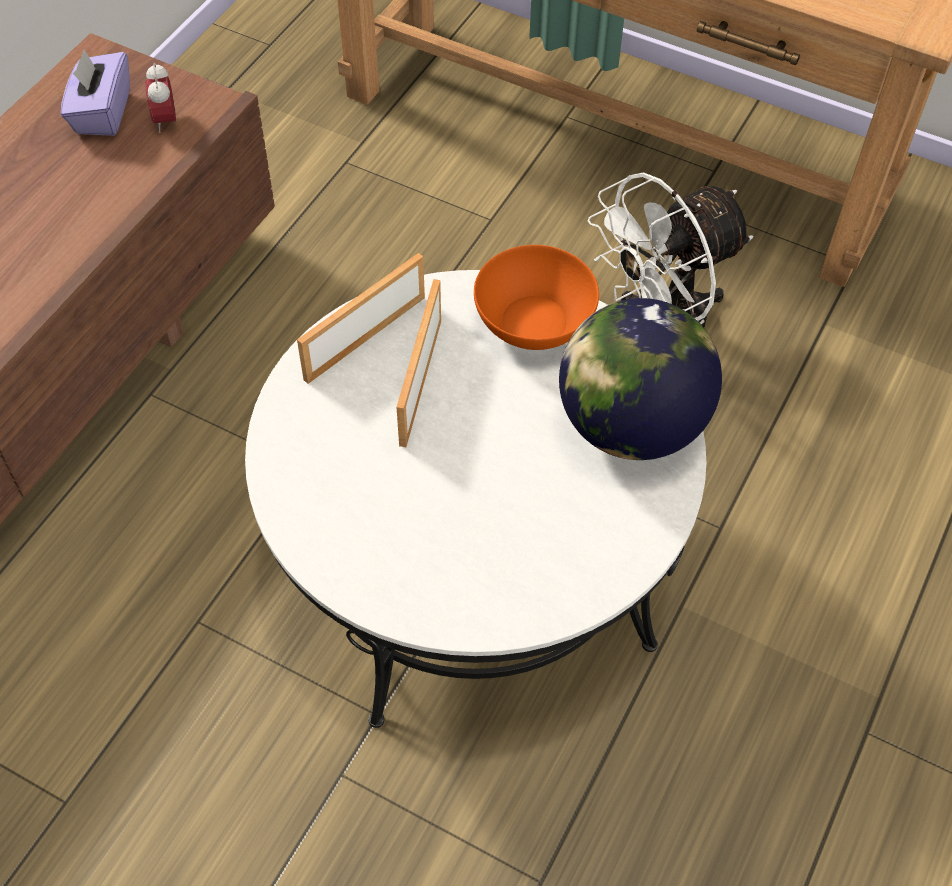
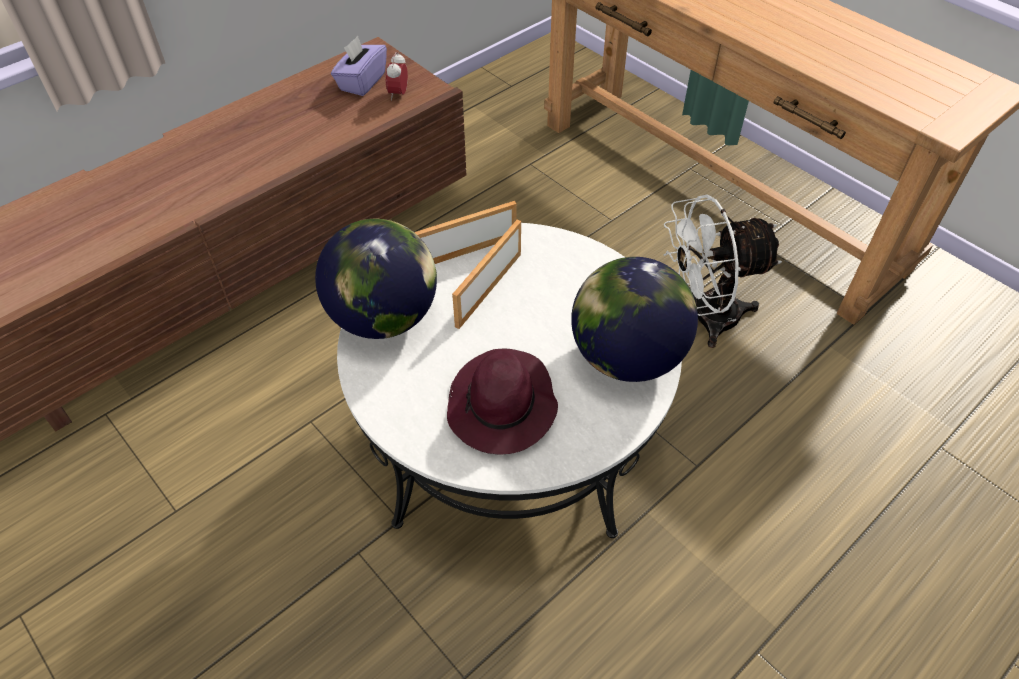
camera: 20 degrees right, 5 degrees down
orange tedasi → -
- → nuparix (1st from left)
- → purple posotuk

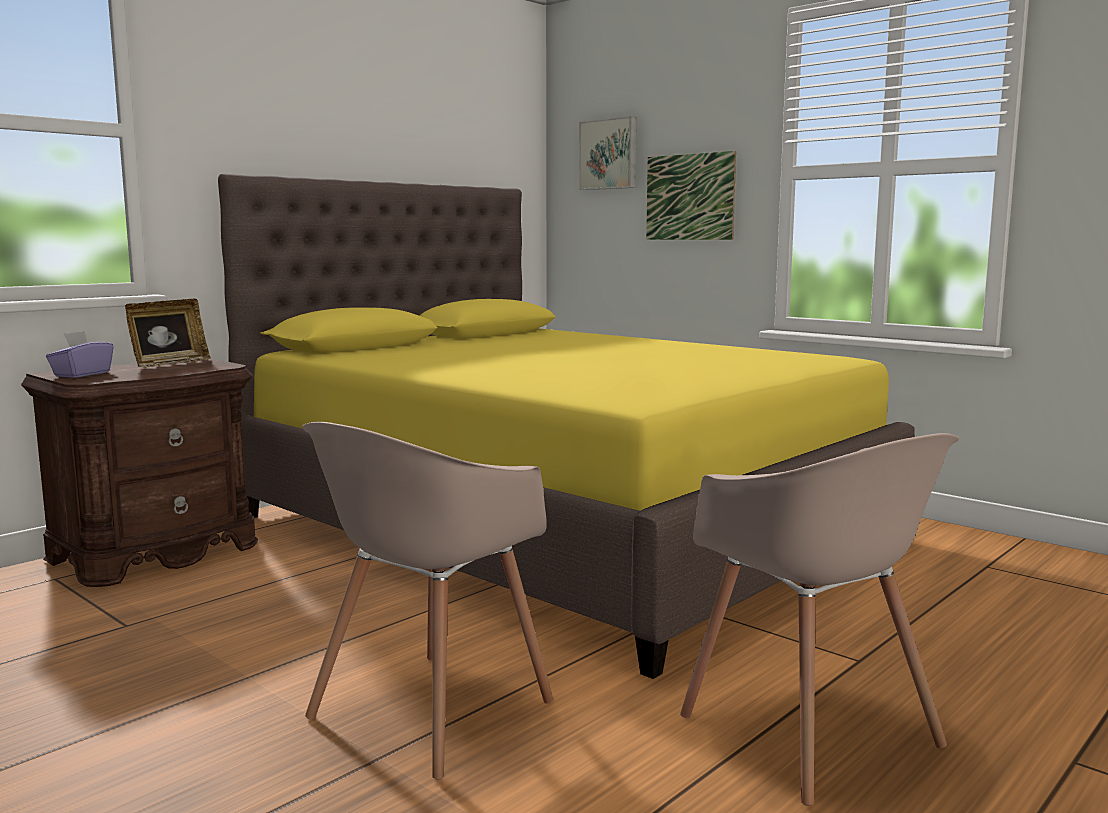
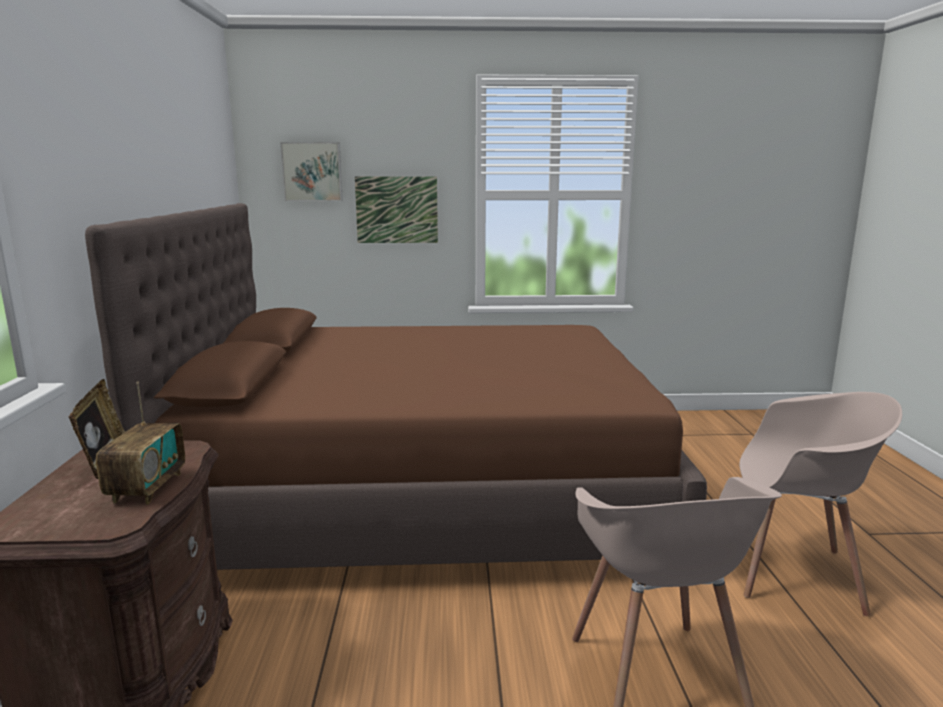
camera: 45 degrees left, 5 degrees up
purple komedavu → -
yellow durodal → brown durodal
- → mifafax

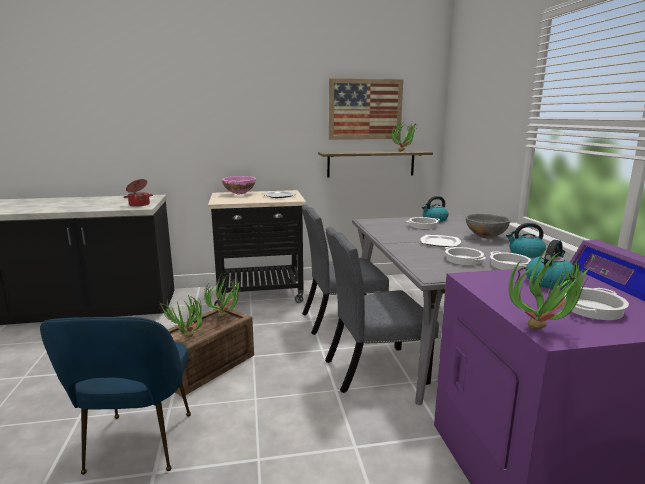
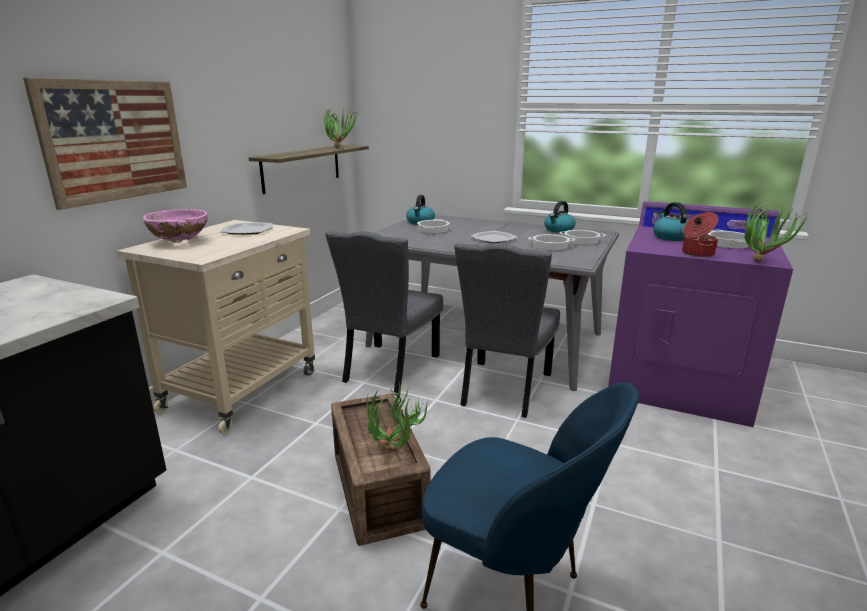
camera: 55 degrees left, 5 degrees up
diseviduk (1st from left in the first image) → diseviduk (4th from left), move
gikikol (2nd from left) → -
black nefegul → beige nefegul
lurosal, move
grey tedasi → -

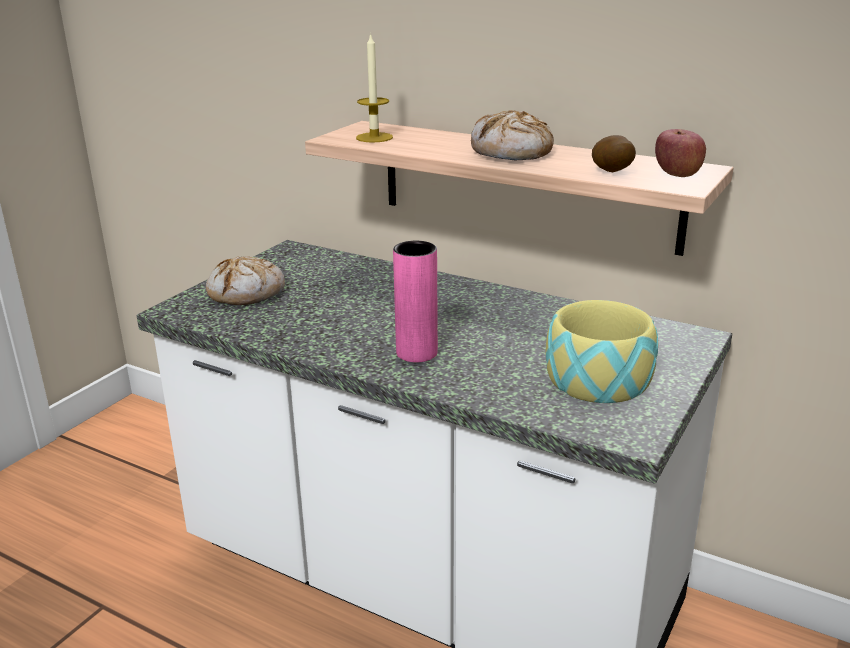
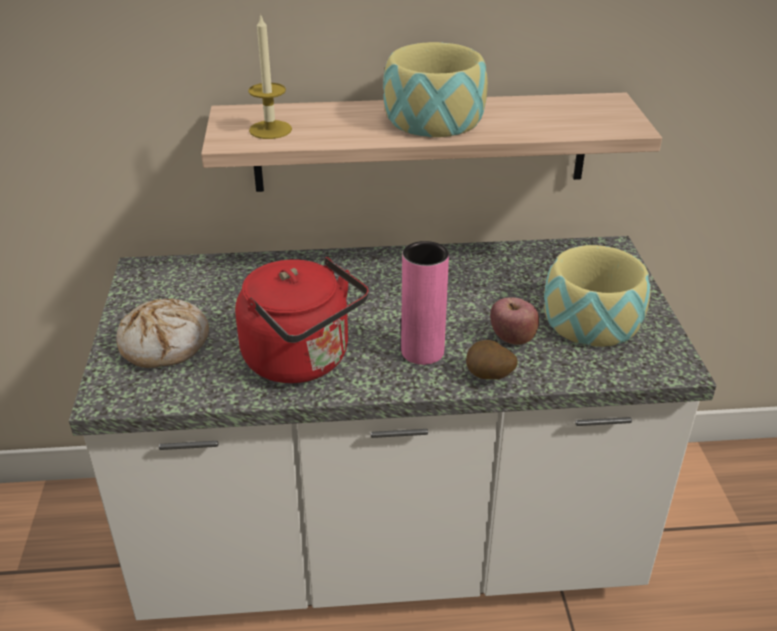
camera: 35 degrees left, 10 degrees up
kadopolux (2nd from left) → tedasi (1st from left)
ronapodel, move
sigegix, move
- → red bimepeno

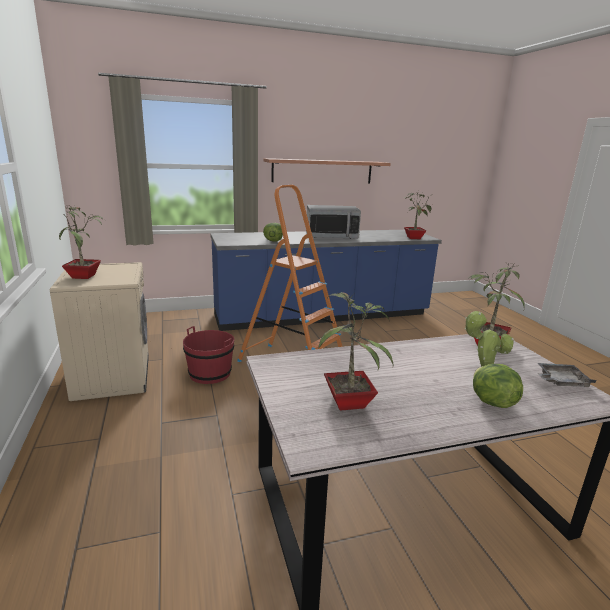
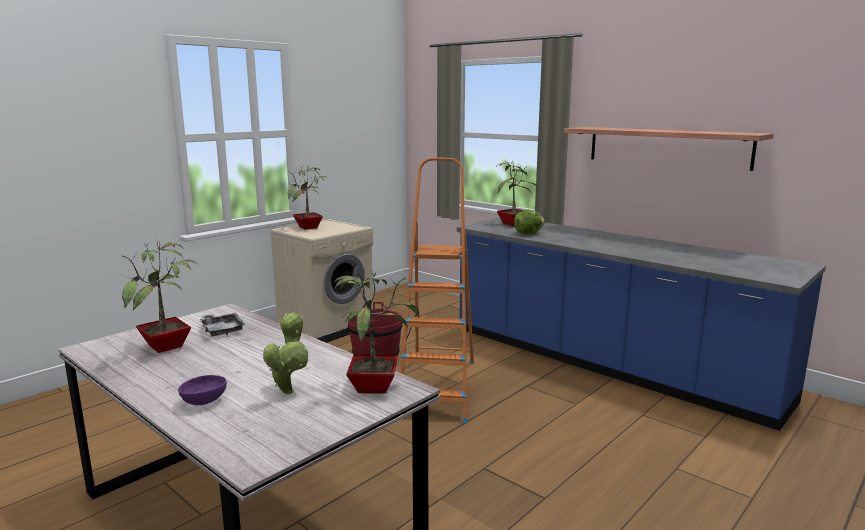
camera: 60 degrees right, 5 degrees down
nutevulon → -
gikikol (3rd from left in the first image) → gikikol (5th from left), move
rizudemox (2nd from left) → purple tedasi
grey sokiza, move

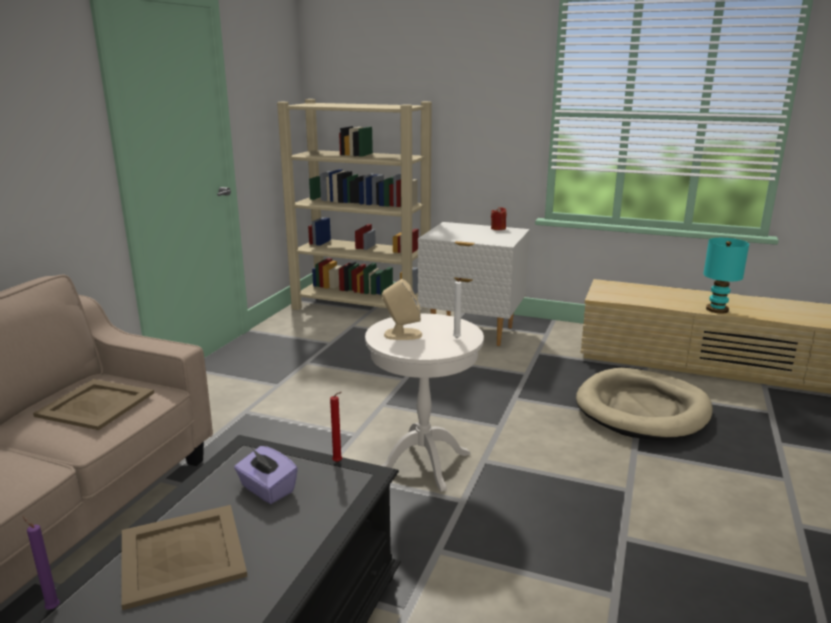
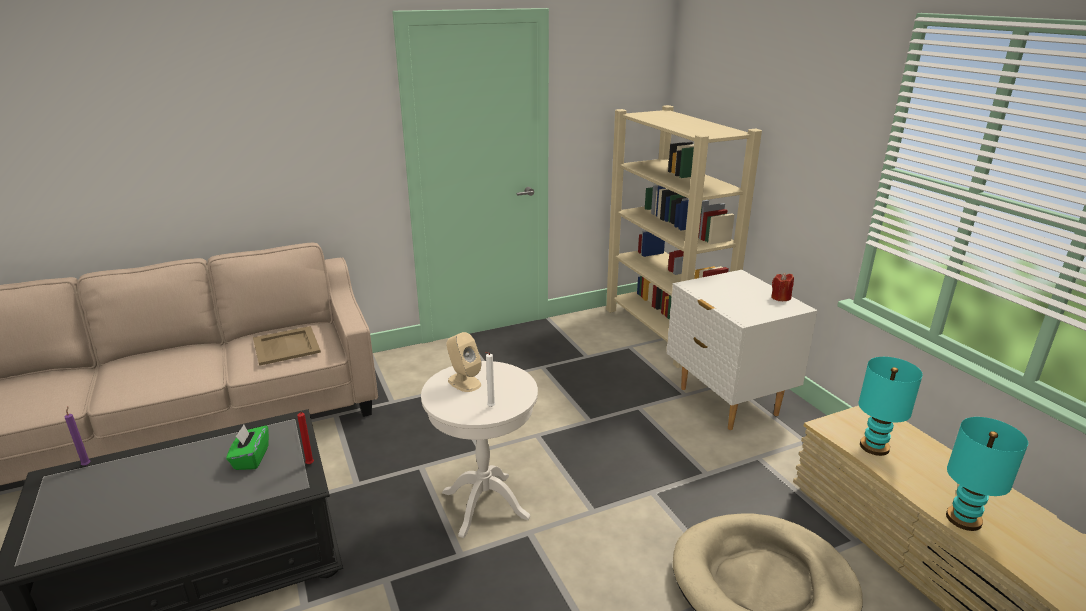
camera: 45 degrees right, 5 degrees up
beige sokiza (2nd from left) → -
purple komedavu → green komedavu
- → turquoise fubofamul (1st from left)

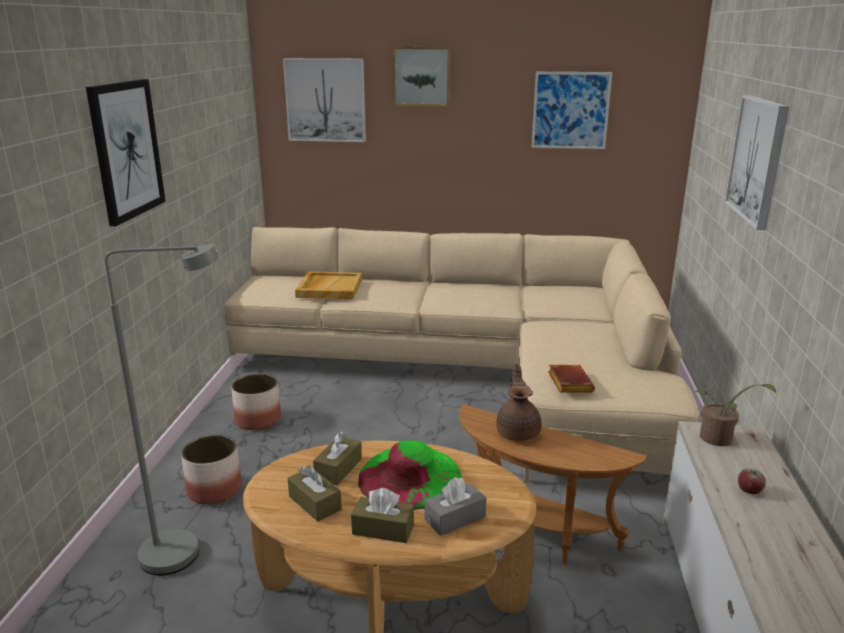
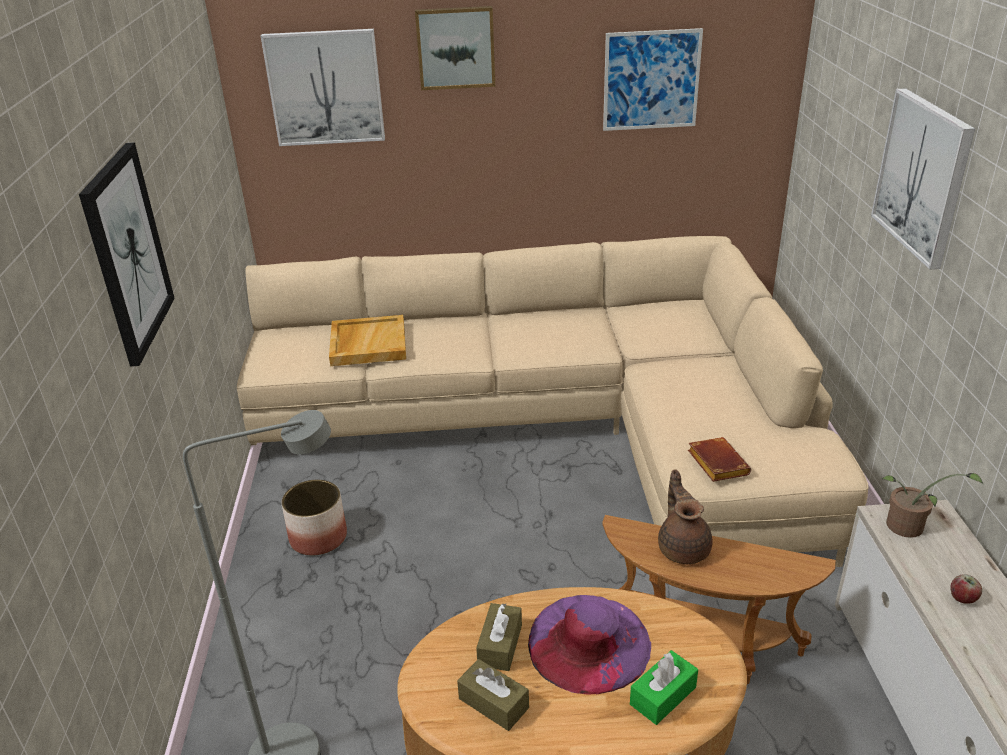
camera: 10 degrees left, 10 degrees up
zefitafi (1st from left) → -
brown komedavu (3rd from left) → -
green posotuk → purple posotuk
grey komedavu → green komedavu

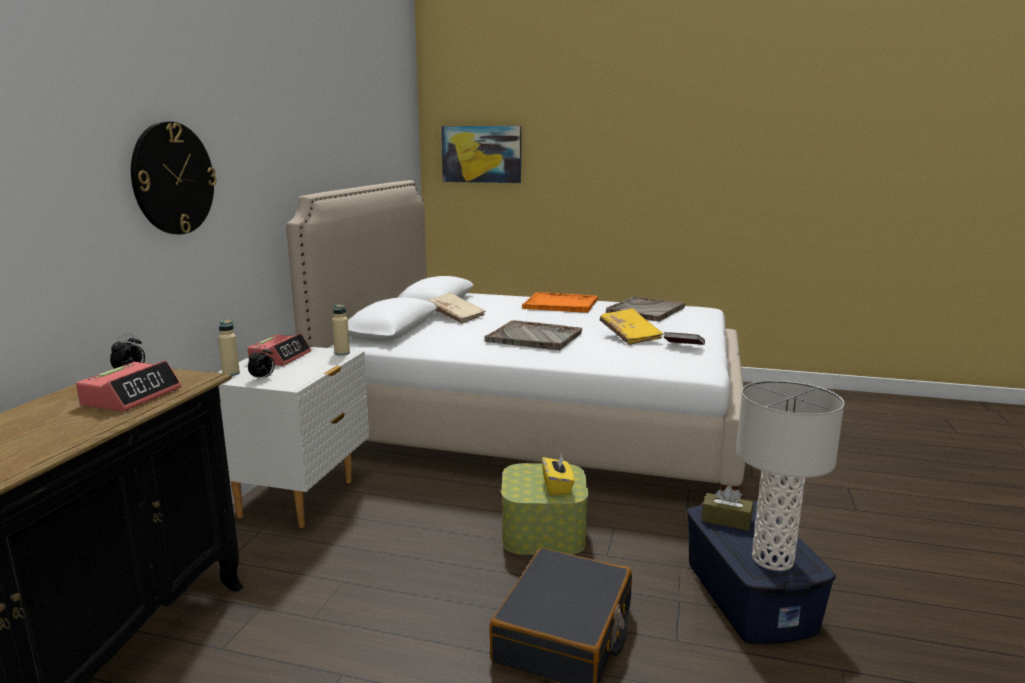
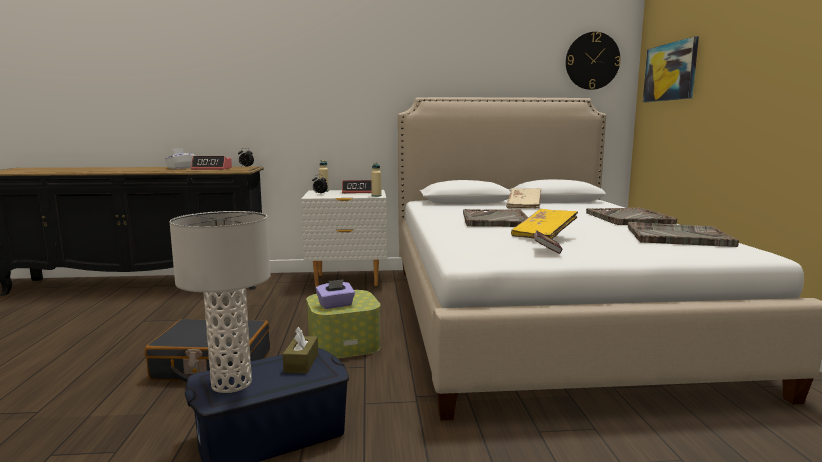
camera: 70 degrees right, 5 degrees down
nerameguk, move
orange sokiza → grey sokiza (2nd from left)
yellow komedavu → purple komedavu
- → white komedavu

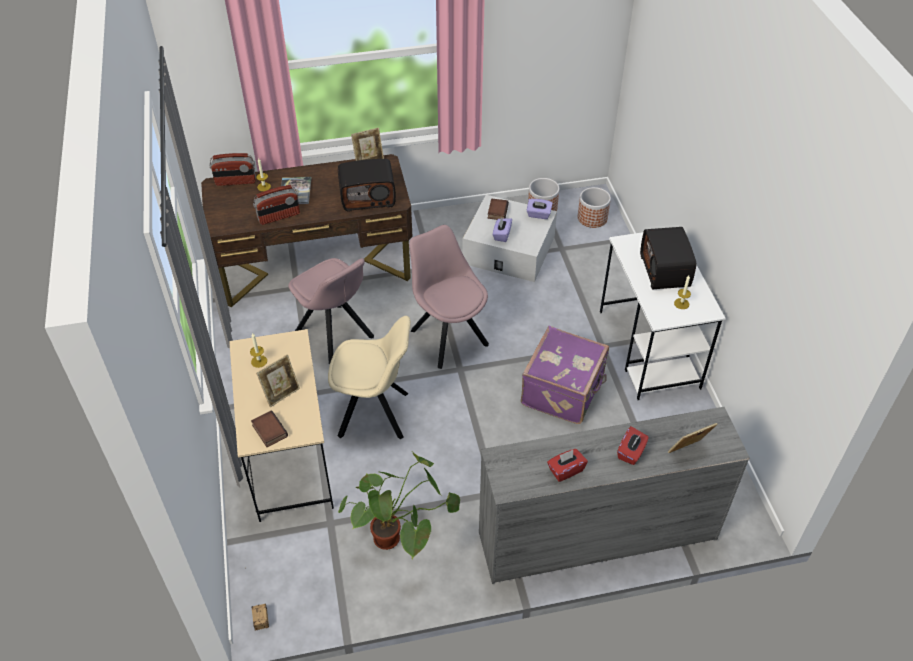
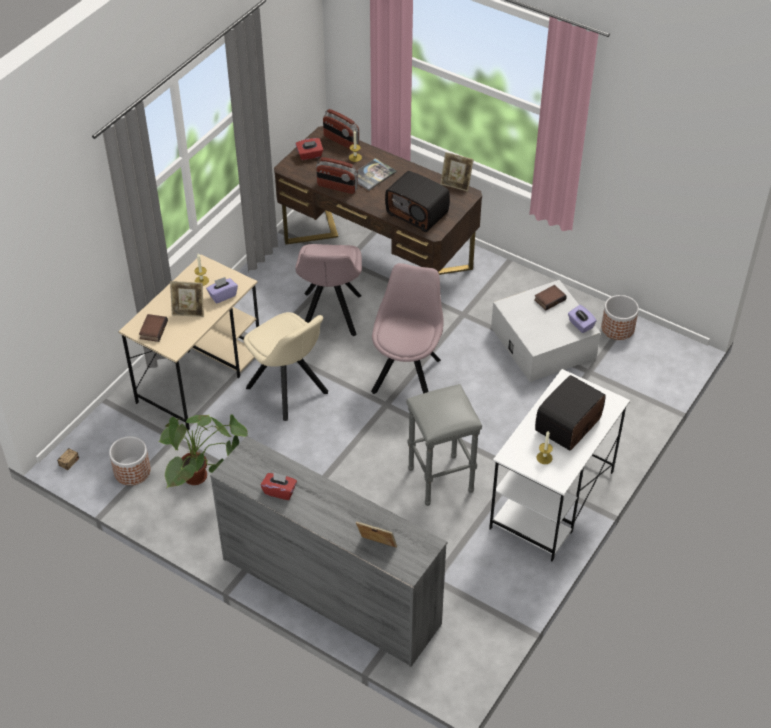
camera: 45 degrees right, 0 degrees up
purple komedavu (1st from left), move
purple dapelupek → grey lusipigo
zefitafi (2nd from left in the first image) → zefitafi (1st from left), move
red komedavu (2nd from left), move

